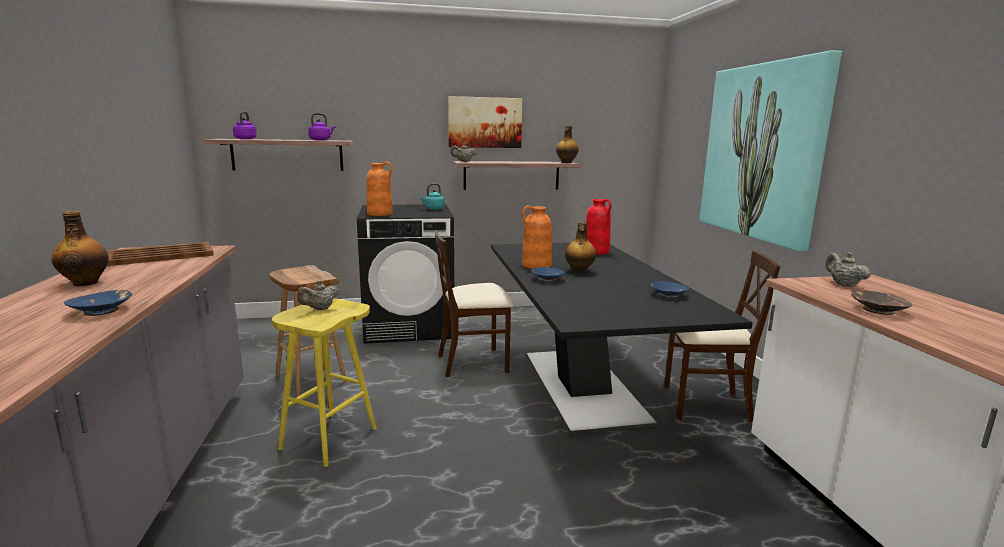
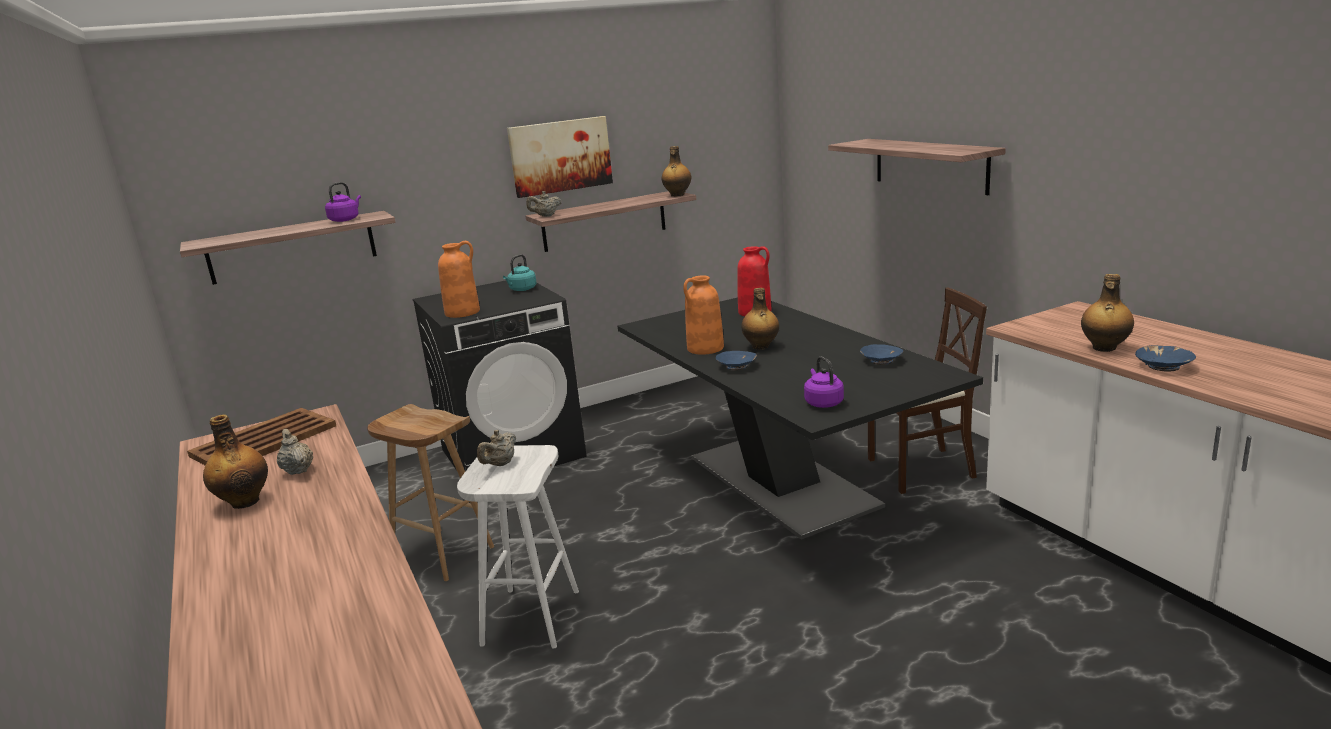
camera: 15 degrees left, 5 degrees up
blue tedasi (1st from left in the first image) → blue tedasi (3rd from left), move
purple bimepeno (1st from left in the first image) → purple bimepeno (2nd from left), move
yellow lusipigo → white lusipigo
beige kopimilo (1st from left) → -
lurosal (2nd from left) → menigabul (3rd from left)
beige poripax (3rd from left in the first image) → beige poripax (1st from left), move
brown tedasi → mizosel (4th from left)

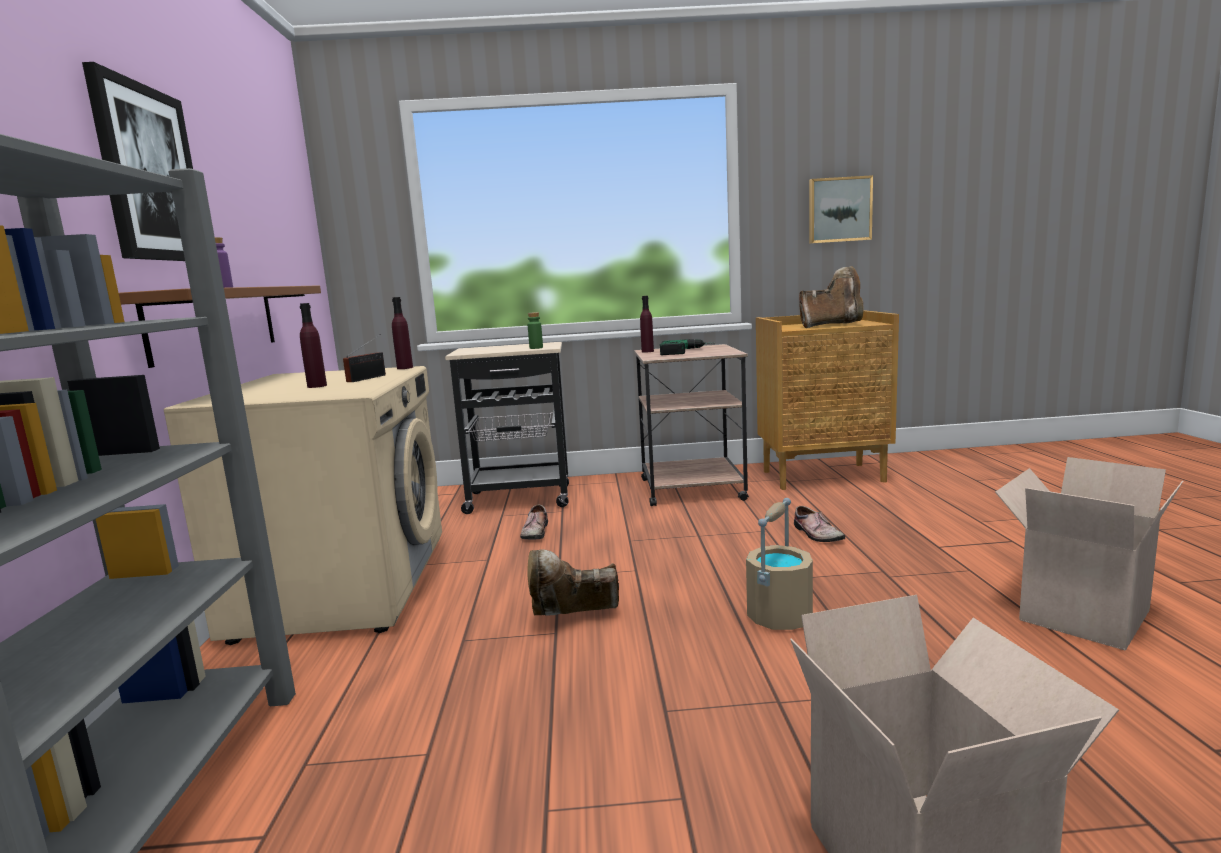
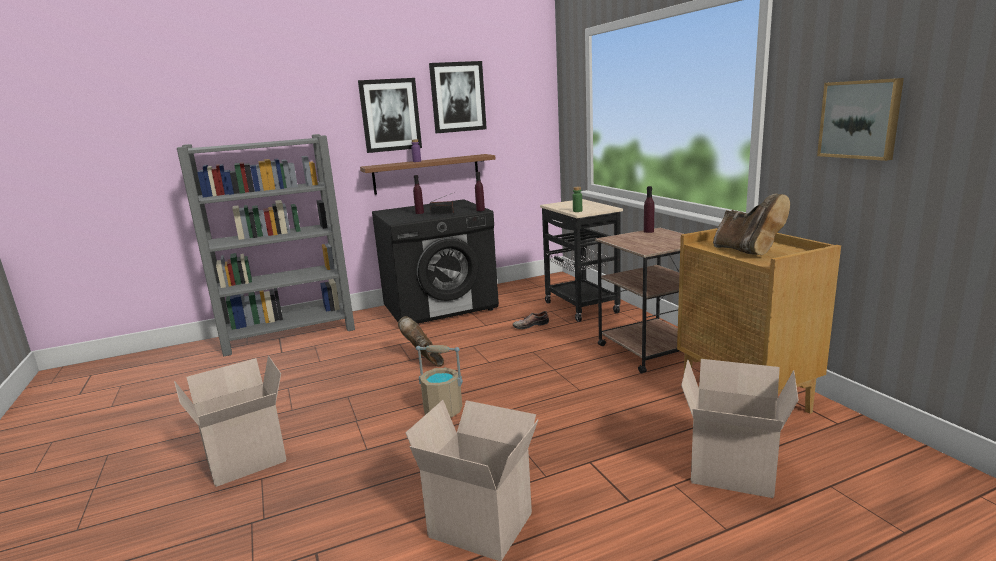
camera: 70 degrees right, 5 degrees up
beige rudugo → black rudugo
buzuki → -
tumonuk (2nd from left) → -
- → lurosal (2nd from left)
- → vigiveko (3rd from left)

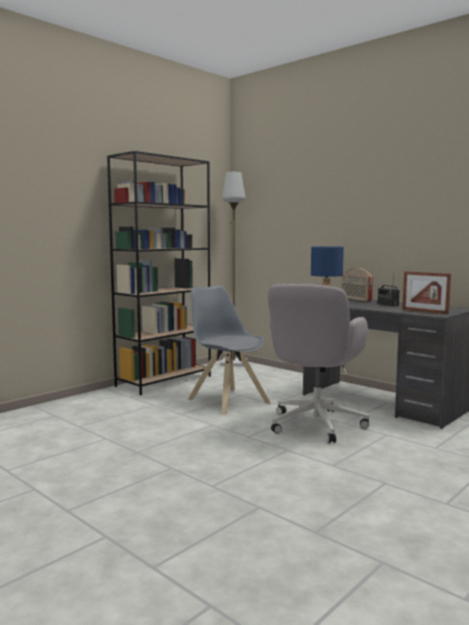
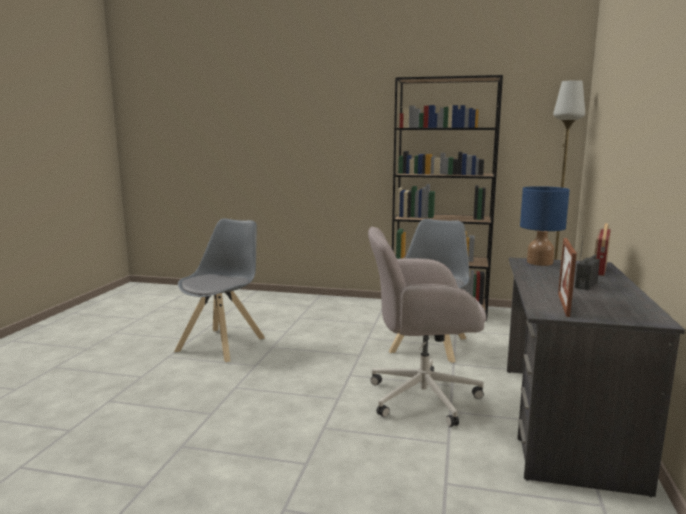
camera: 60 degrees right, 5 degrees up
- → grey kopimilo (1st from left)

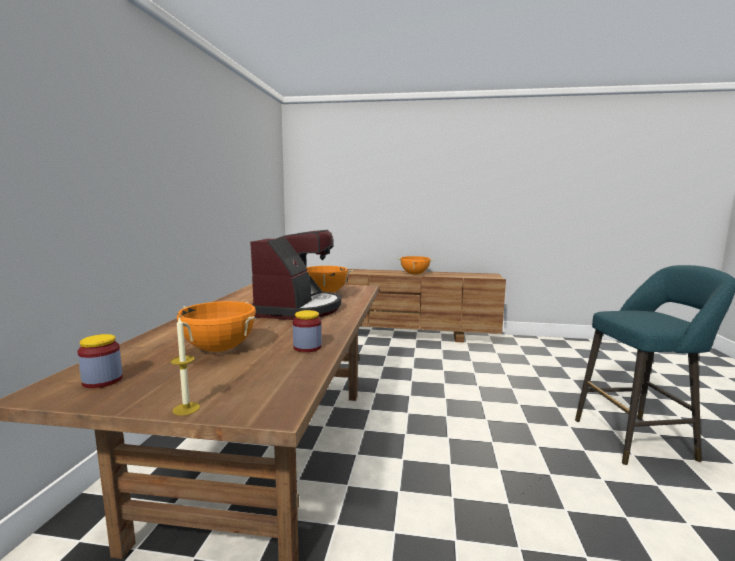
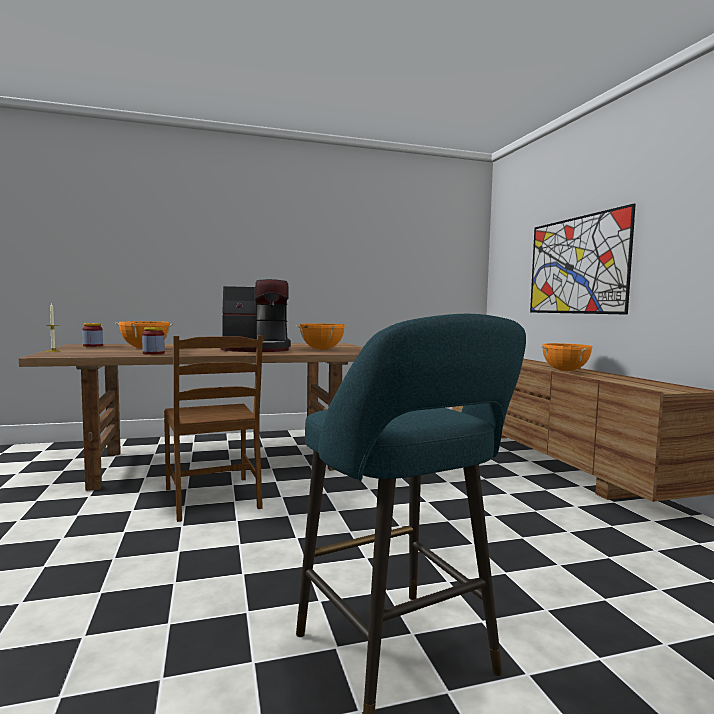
camera: 65 degrees right, 5 degrees down
- → brown kopimilo
- → lurosal

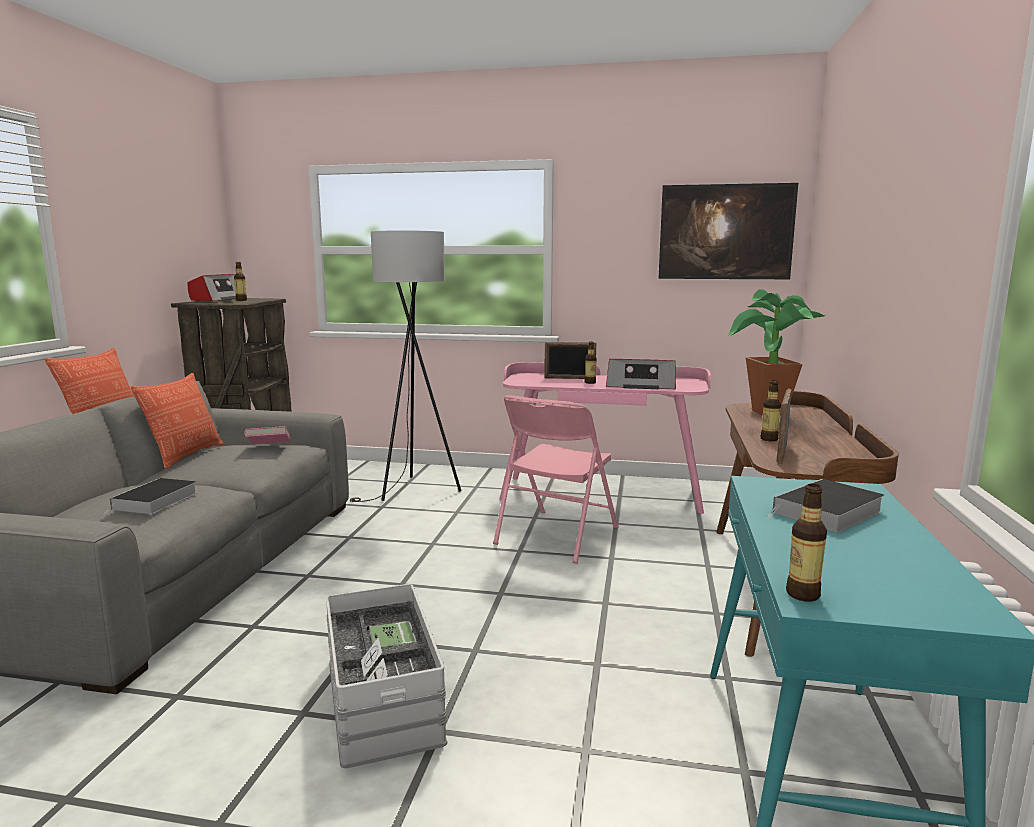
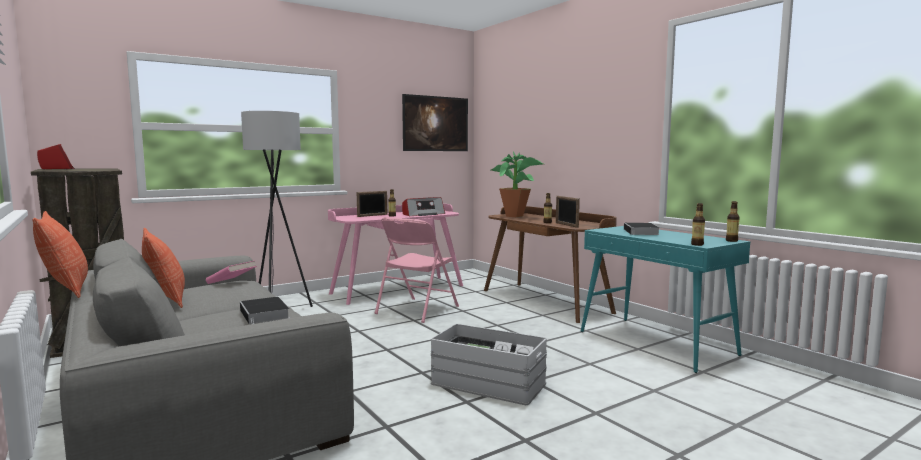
camera: 45 degrees left, 5 degrees down
mizosel (1st from left in the first image) → mizosel (4th from left), move
pink kopimilo, 45 degrees clockwise

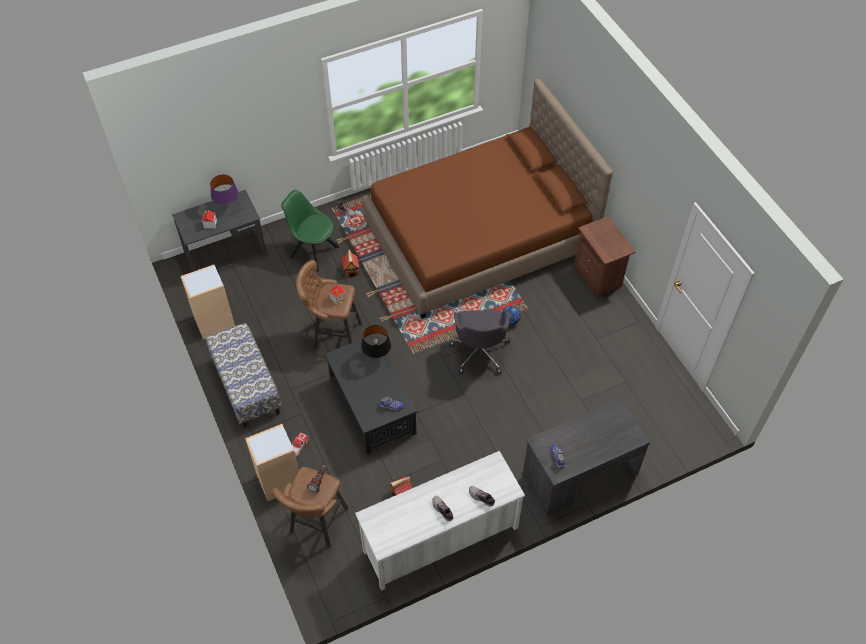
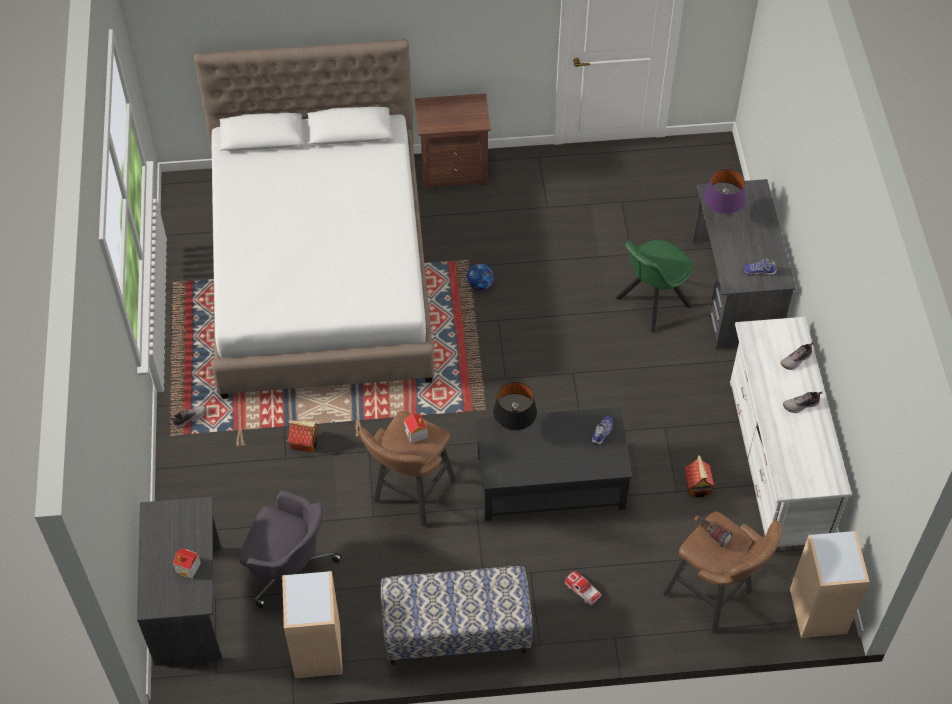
camera: 70 degrees left, 0 degrees up
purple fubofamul, move
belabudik (2nd from left), move
green kopimilo, move
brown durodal → white durodal
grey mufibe, move

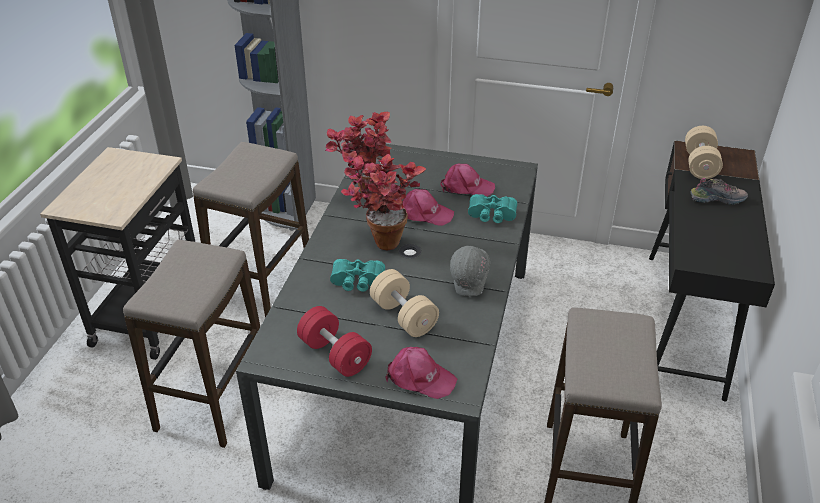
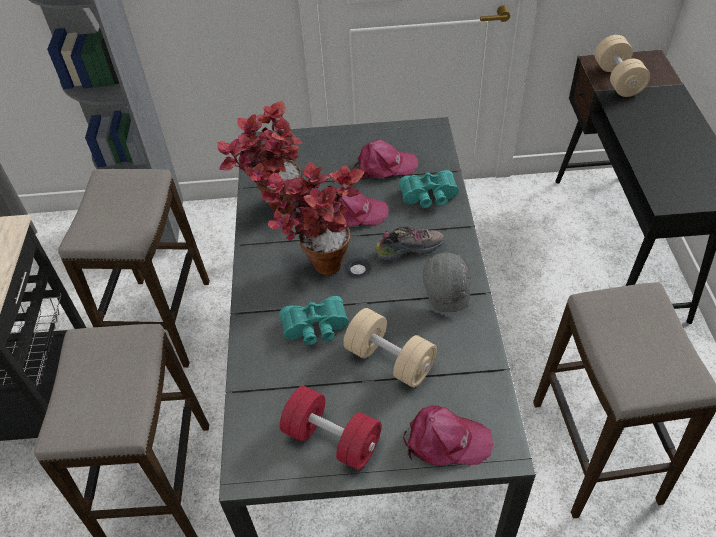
camera: 15 degrees left, 10 degrees up
tumonuk, move

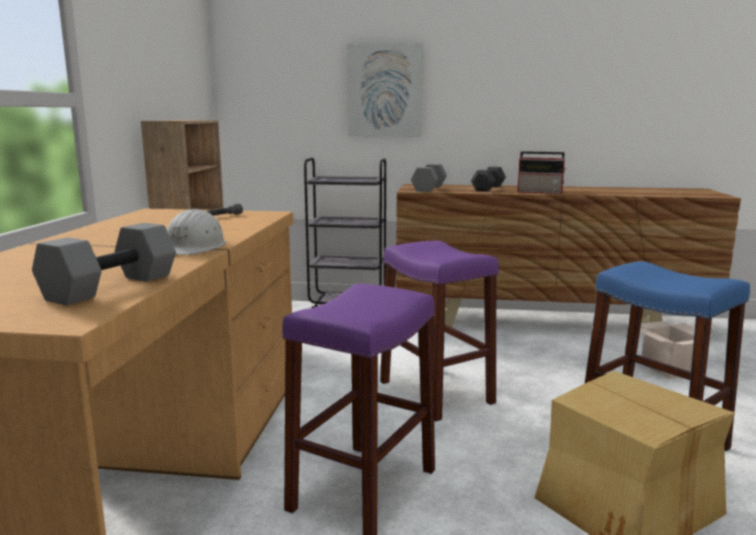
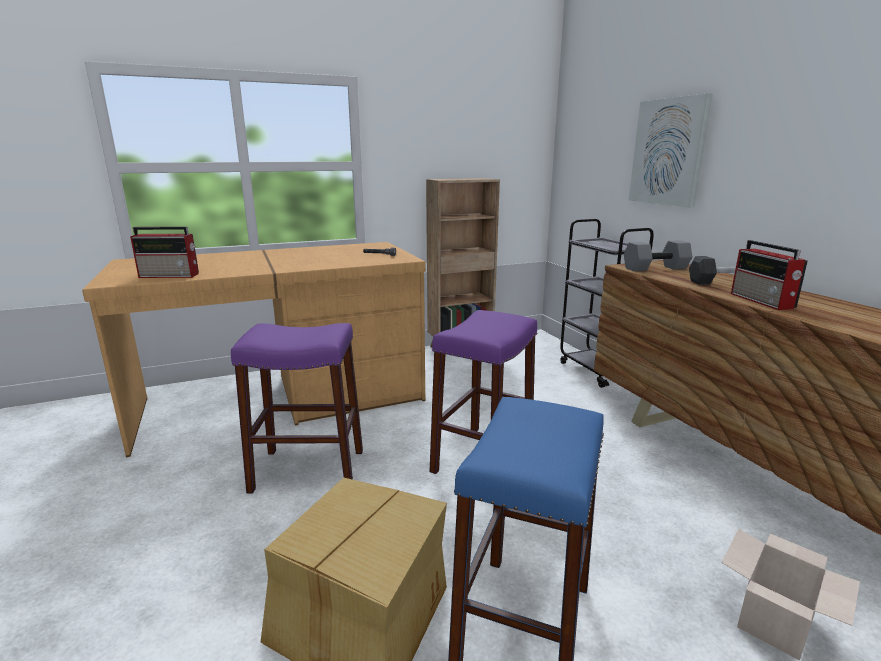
camera: 60 degrees right, 5 degrees up
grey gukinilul (1st from left) → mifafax (1st from left)
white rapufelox → -

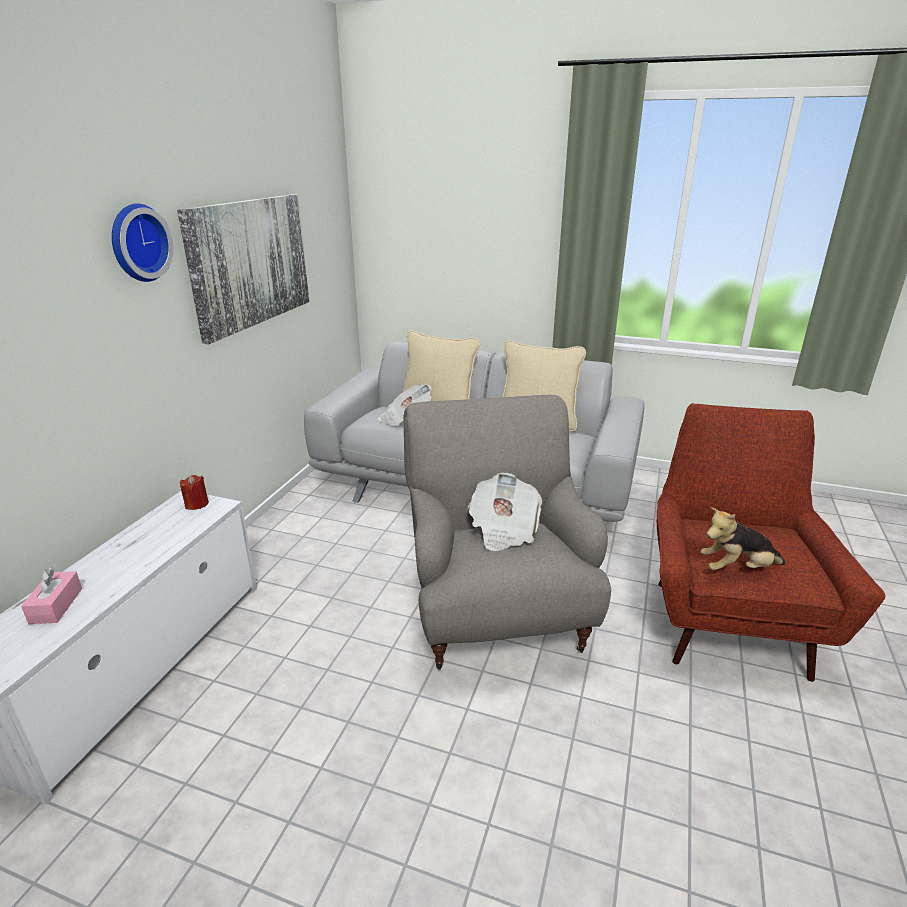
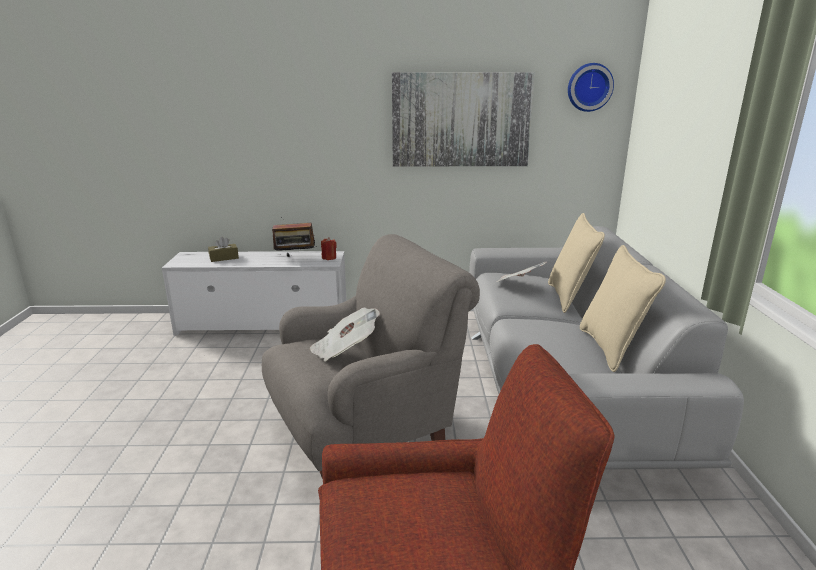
camera: 70 degrees right, 5 degrees down
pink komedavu → brown komedavu
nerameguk, move
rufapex → -
- → mifafax

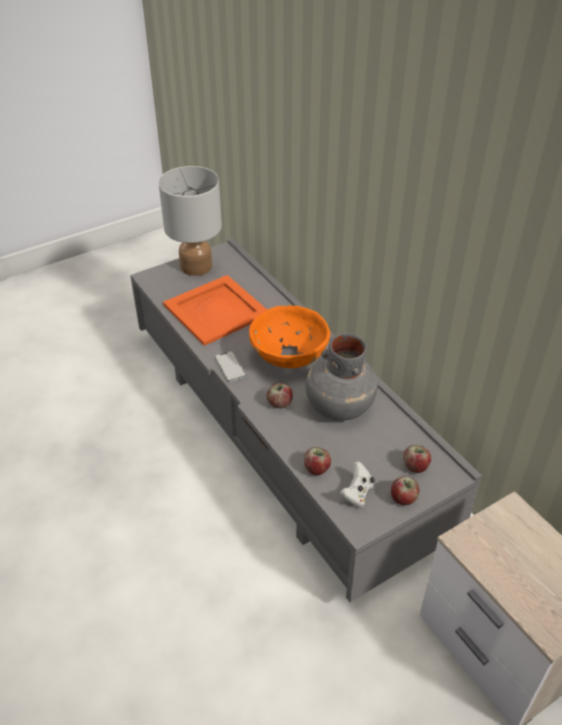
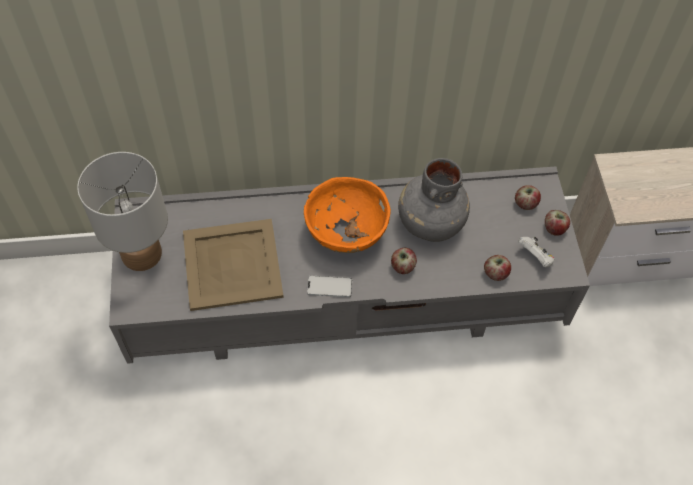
camera: 65 degrees left, 15 degrees up
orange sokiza → beige sokiza

